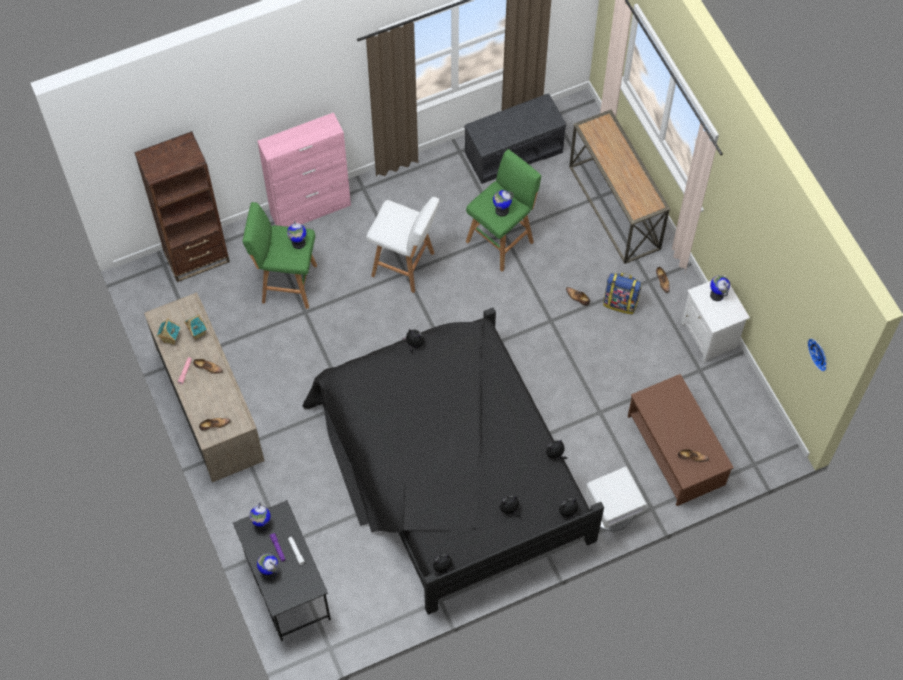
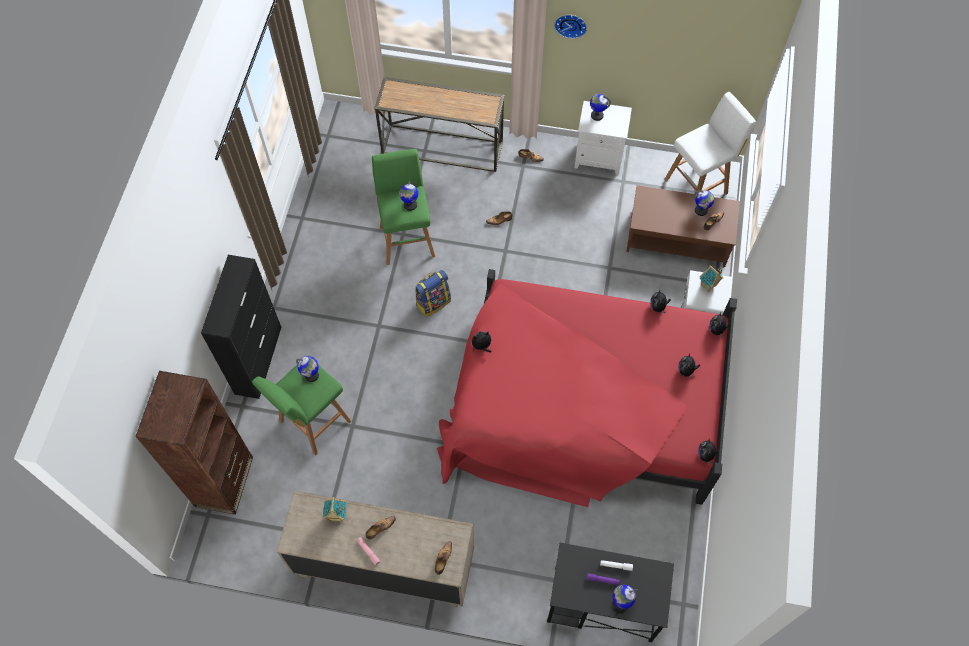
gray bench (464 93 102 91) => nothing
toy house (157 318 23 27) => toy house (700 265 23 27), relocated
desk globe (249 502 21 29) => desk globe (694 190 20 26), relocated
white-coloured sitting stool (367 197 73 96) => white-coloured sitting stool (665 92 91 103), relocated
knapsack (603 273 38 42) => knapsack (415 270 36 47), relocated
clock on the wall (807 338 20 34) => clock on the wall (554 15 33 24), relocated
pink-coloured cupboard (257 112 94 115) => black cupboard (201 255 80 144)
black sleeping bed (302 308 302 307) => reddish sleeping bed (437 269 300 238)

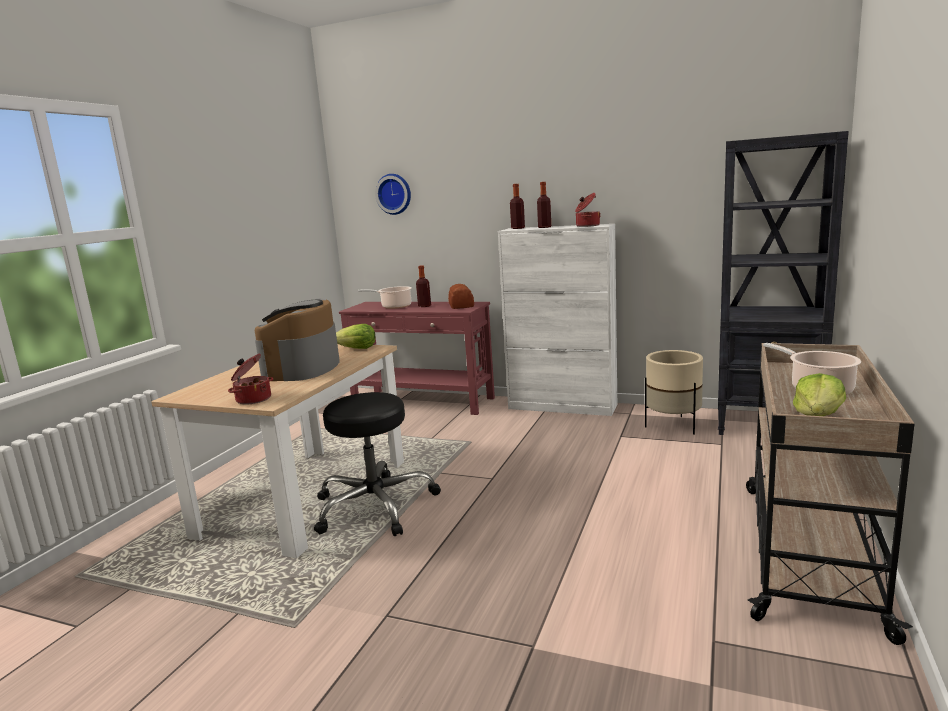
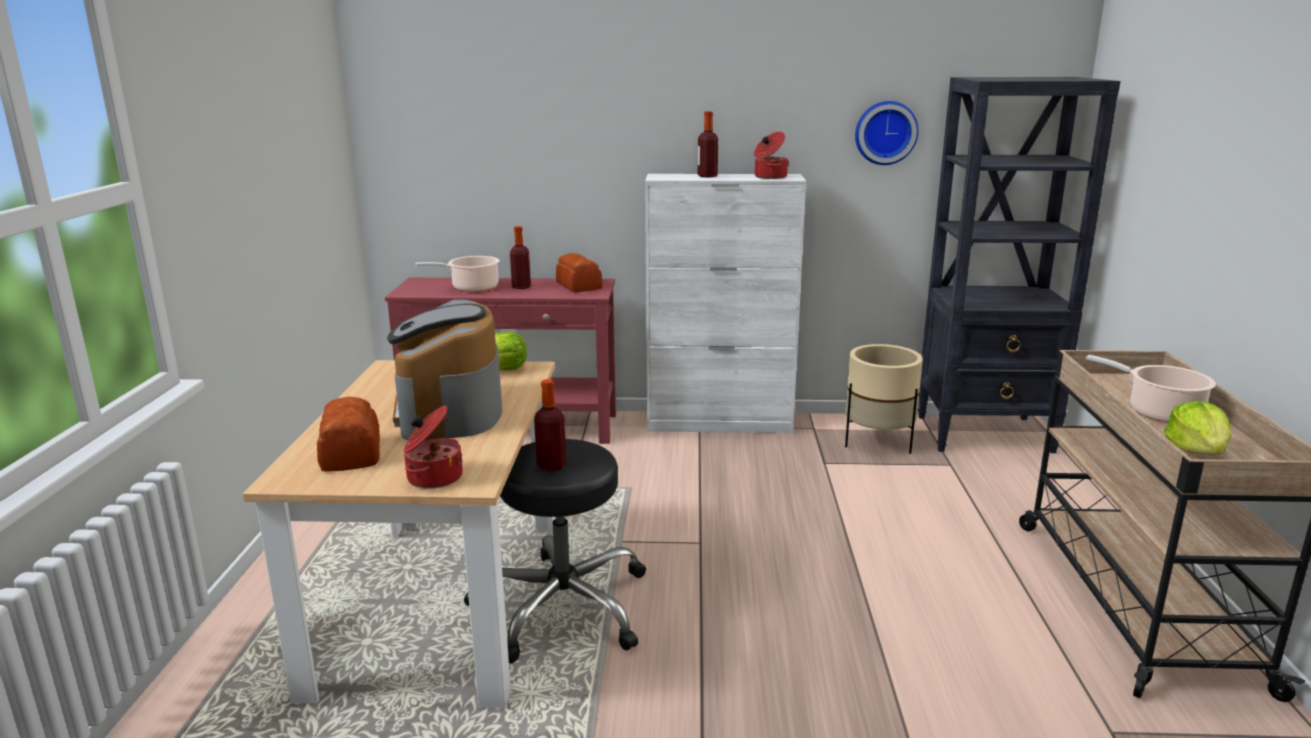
nothing => bread (317 397 63 75)
clock on the wall (375 174 36 41) => clock on the wall (855 101 64 64), relocated
beverage bottle (510 184 15 45) => beverage bottle (534 379 32 92), relocated

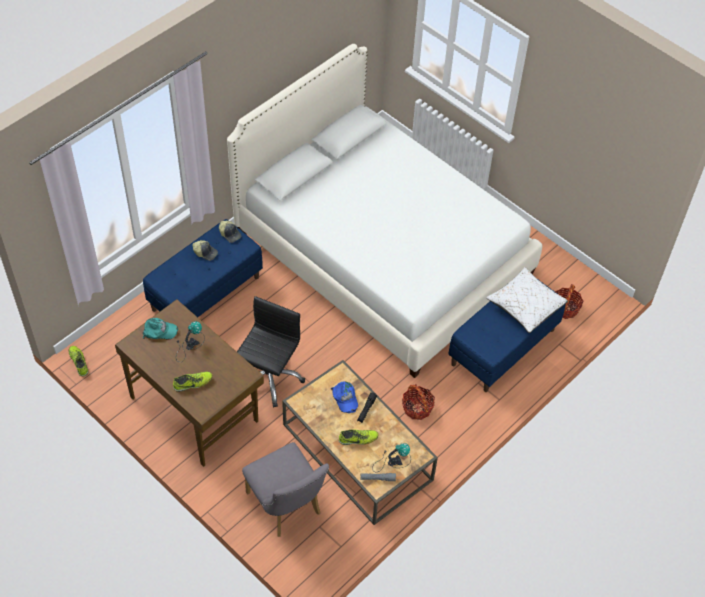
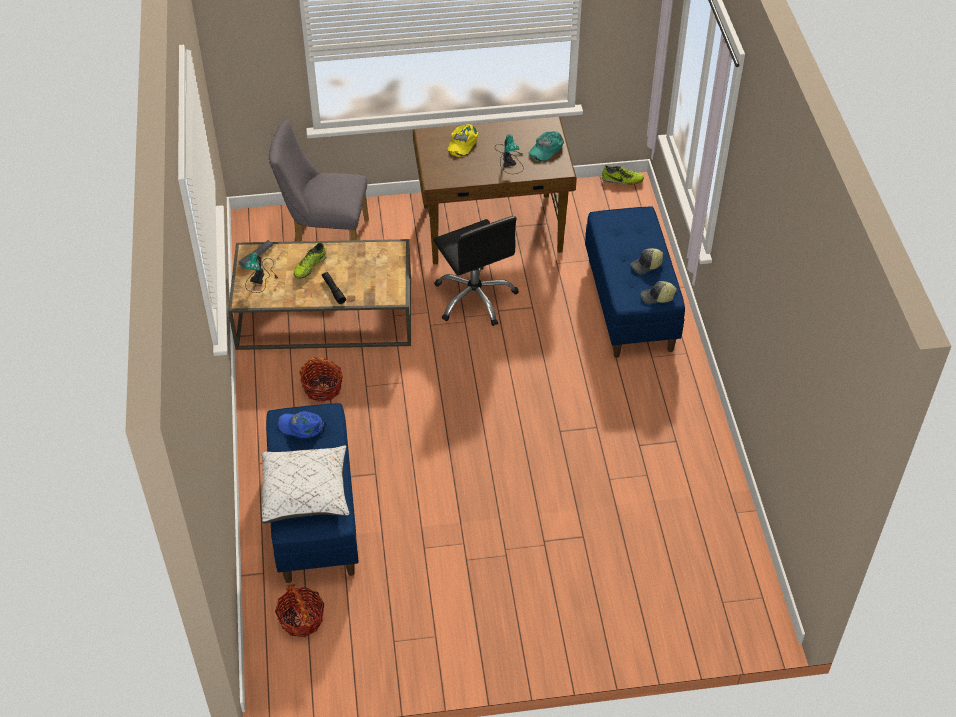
white-coloured sleeping bed (227 44 315 334) => nothing
blue-coloured baseball cap (331 381 27 32) => blue-coloured baseball cap (278 412 48 26), relocated
low shoe (173 372 40 20) => yellowish baseball cap (447 124 32 33)

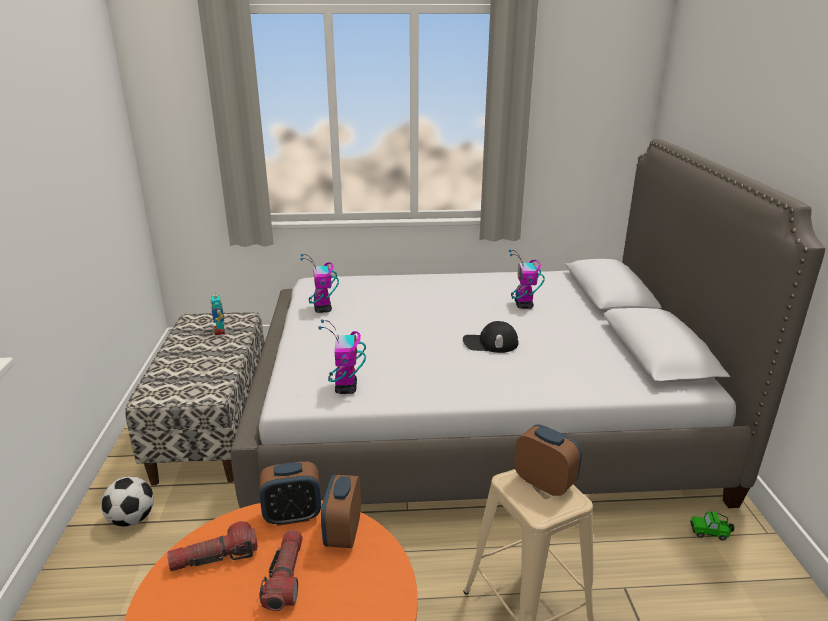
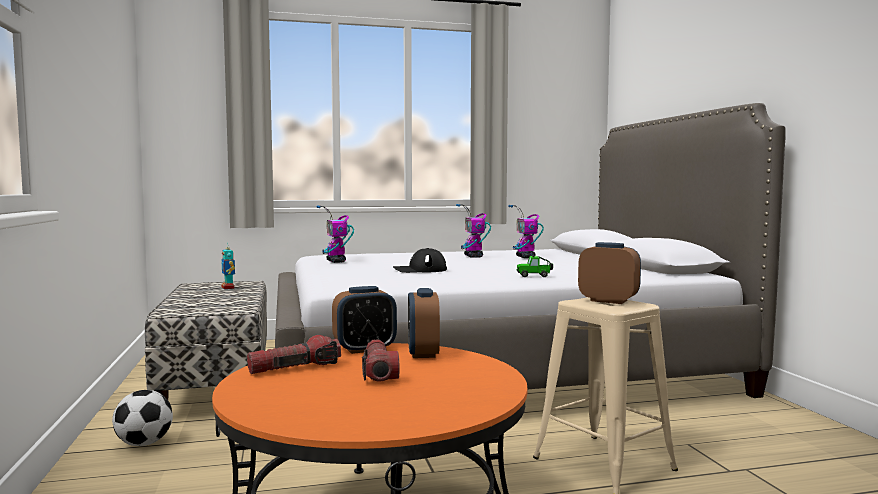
model robot (318 320 48 74) => model robot (456 204 35 54), relocated
black baseball cap (463 321 56 32) => black baseball cap (393 248 54 25), relocated
miniature car (690 511 44 30) => miniature car (517 255 36 22), relocated

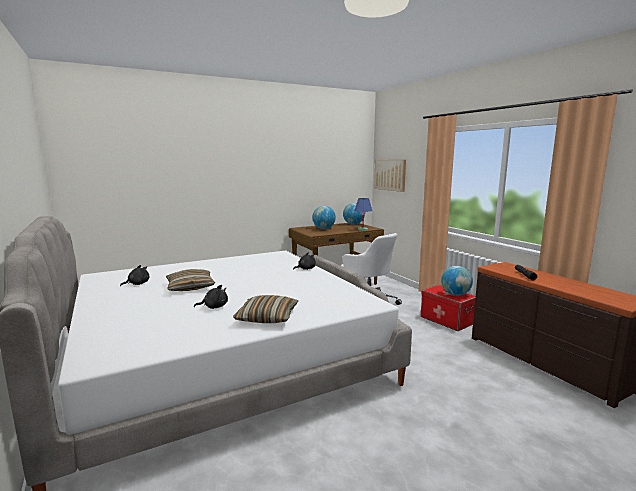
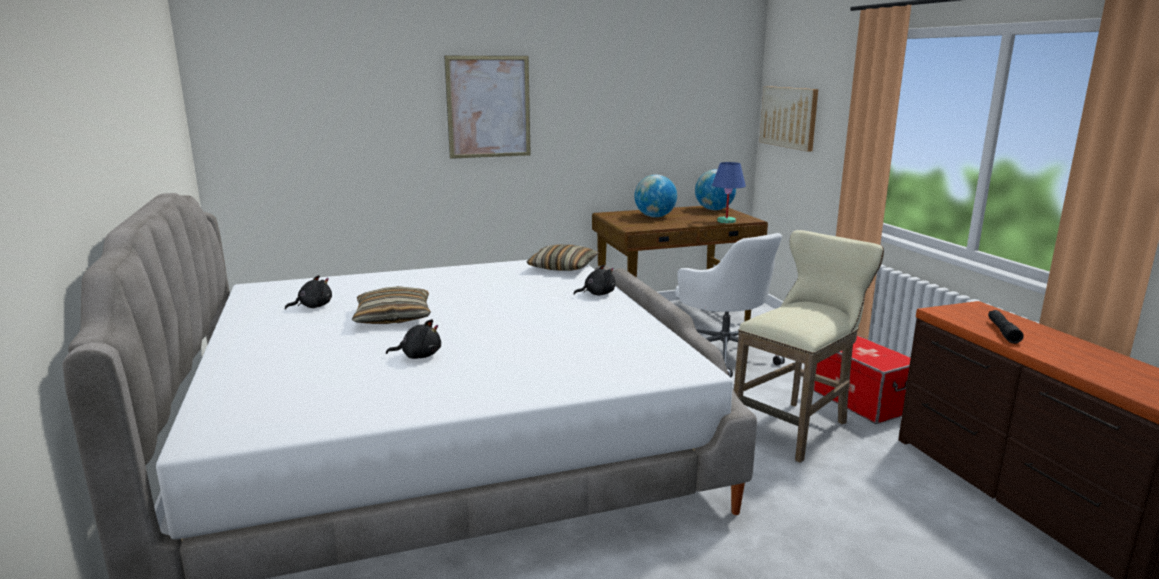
desk globe (441 266 32 30) => nothing
nothing => wall picture (444 56 87 103)
nothing => sand-coloured sitting stool (734 230 150 232)
throw pillow (233 295 65 28) => throw pillow (526 244 73 27), relocated

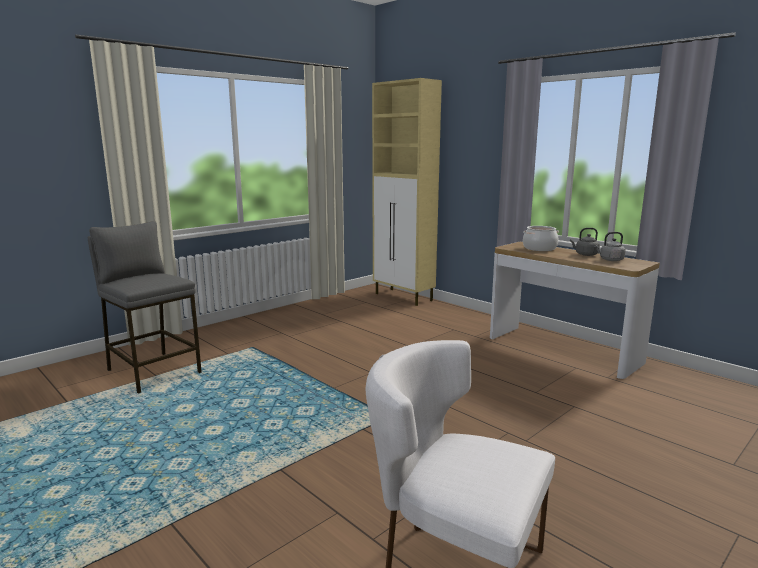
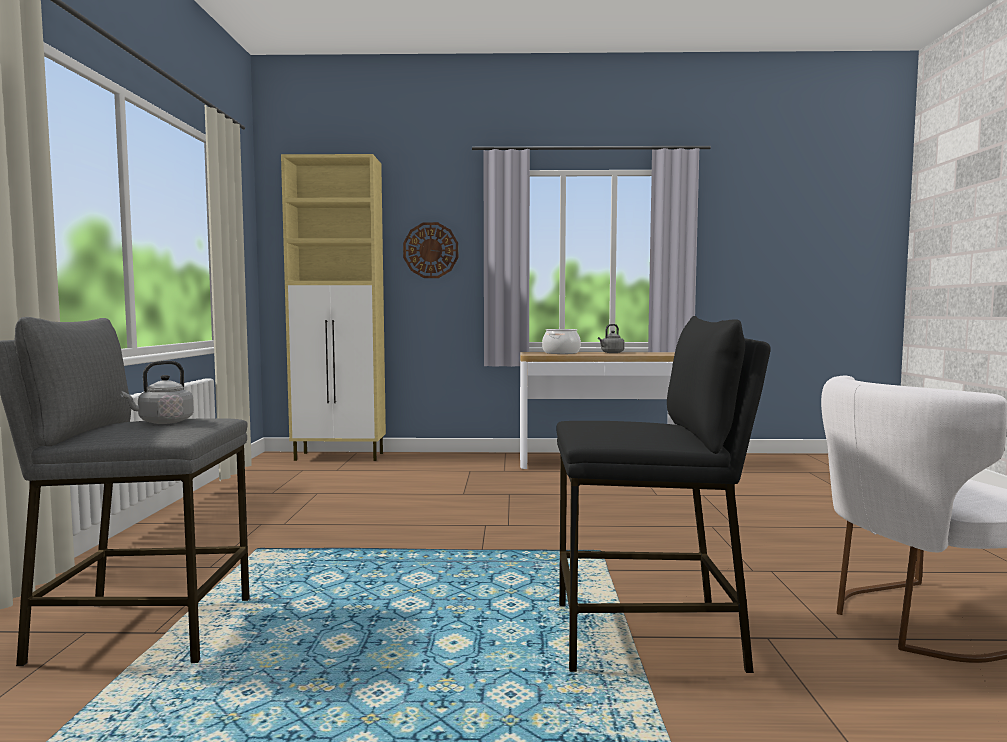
nothing => clock on the wall (403 222 55 56)
nothing => black sitting stool (557 316 214 357)
gray tea kettle (594 232 32 29) => gray tea kettle (120 361 74 63), relocated

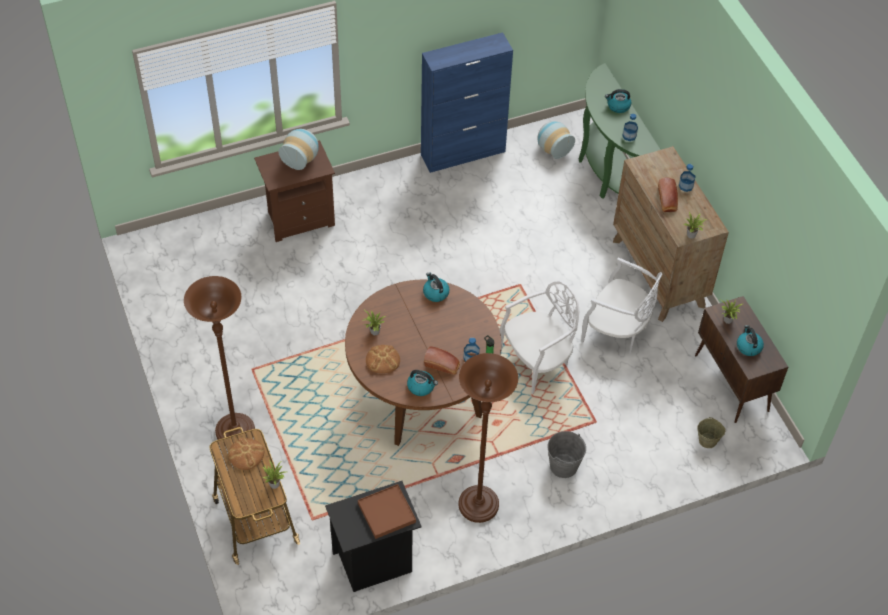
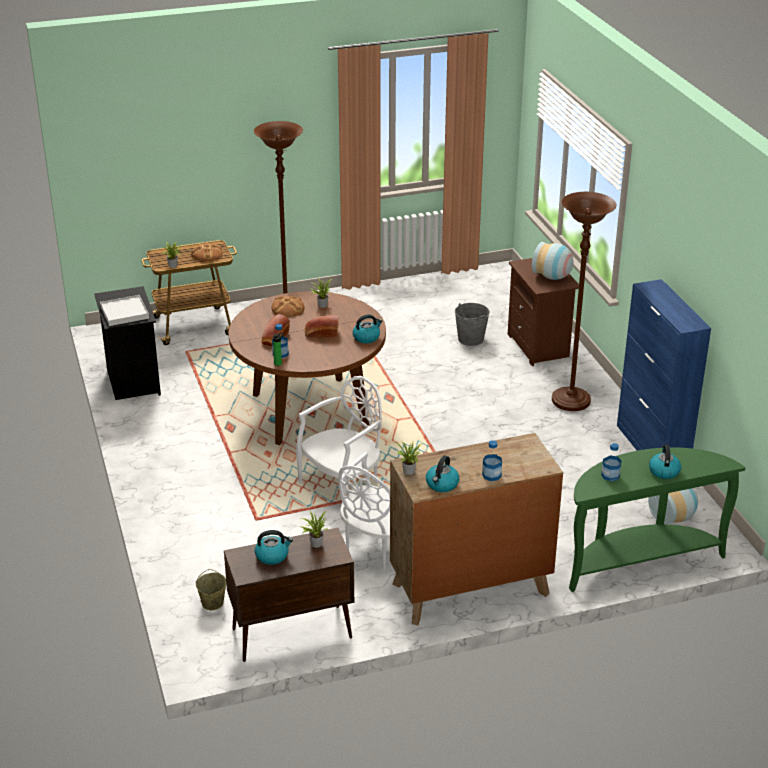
tea kettle (407 370 31 26) => tea kettle (426 455 33 37), relocated
brownish floor lamp (459 353 59 170) => brownish floor lamp (552 192 65 219), relocated
gray bucket (548 431 38 47) => gray bucket (455 303 35 43), relocated
bread (658 178 20 34) => bread (305 315 34 22), relocated
brownish serving tray (358 484 58 55) => white-coloured serving tray (100 295 49 31)
white-coloured upright chair (500 281 79 113) => white-coloured upright chair (296 376 86 127), 105 degrees counterclockwise

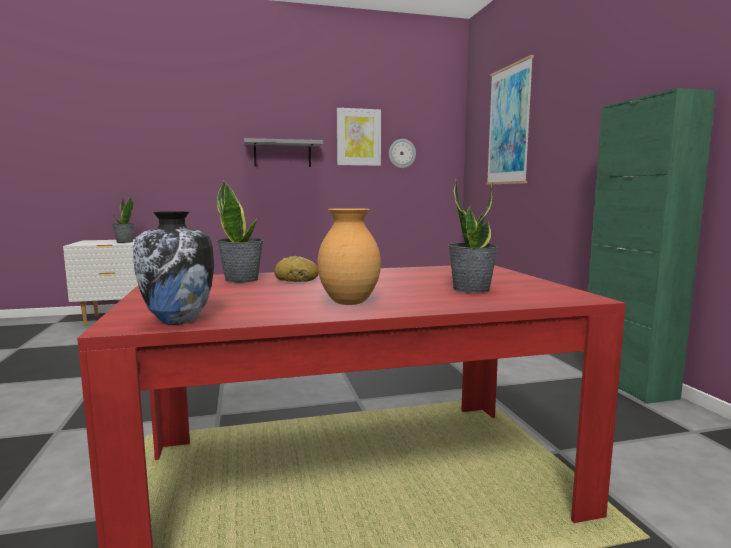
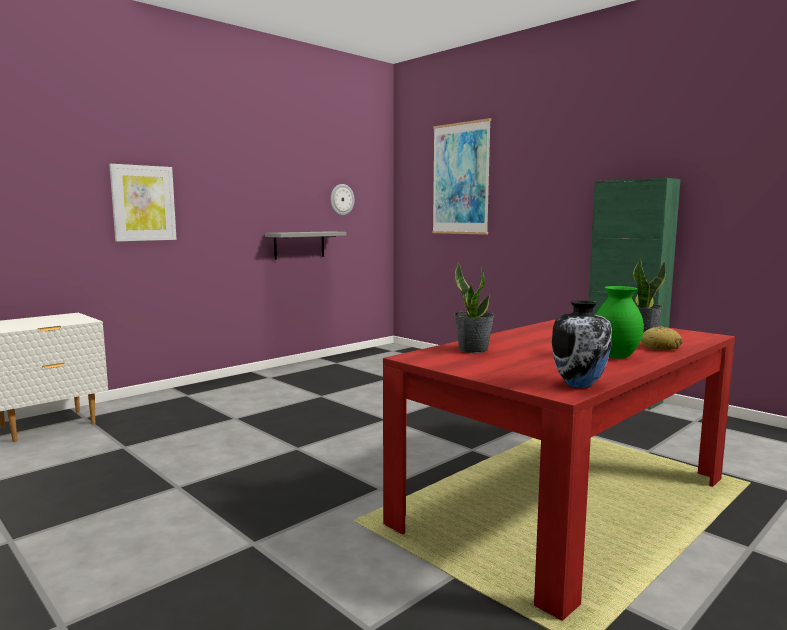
plant in a pot (112 196 23 47) => nothing
gray bracket shelf (244 138 79 29) => gray bracket shelf (265 231 81 29), relocated
bread (274 256 44 26) => bread (641 327 41 23), relocated
wall picture (337 108 44 58) => wall picture (109 164 68 78), relocated
brownish flower vase (317 208 64 97) => greenish flower vase (596 286 48 73)

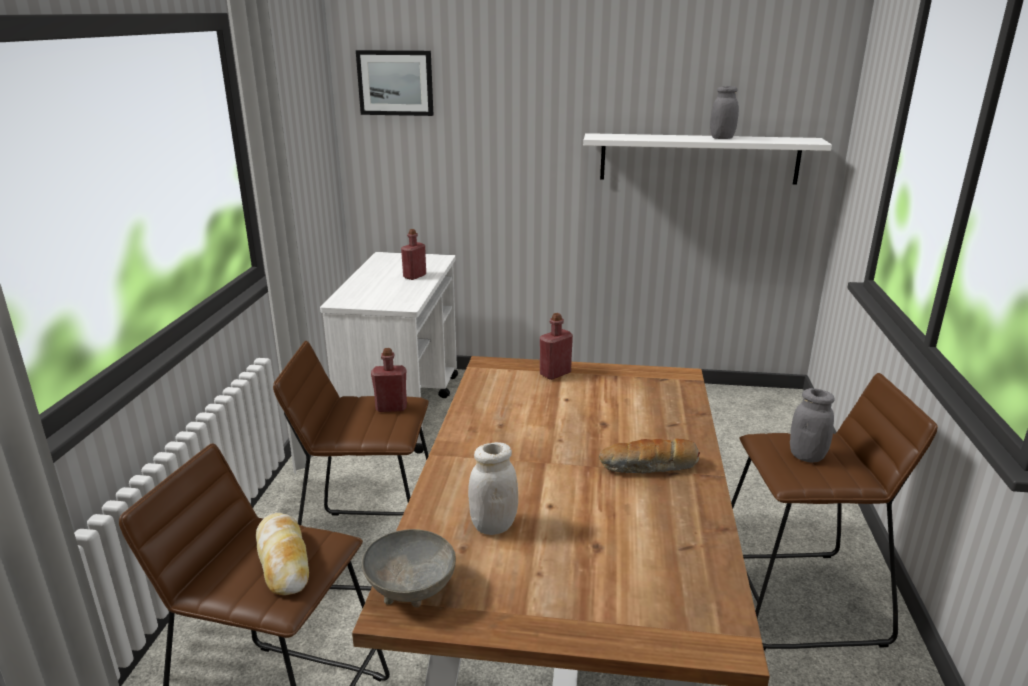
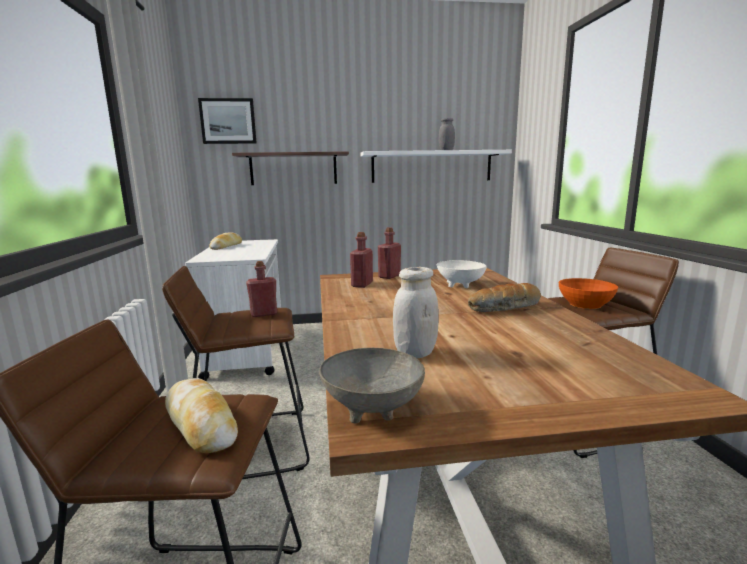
nothing => bread (209 232 33 18)
nothing => bracket shelf (232 151 117 34)
nothing => white-coloured deep dish (437 260 49 28)
reddish beverage bottle (401 229 25 51) => reddish beverage bottle (350 232 23 56), relocated
gray jar (790 388 45 75) => orange deep dish (559 278 59 31)

